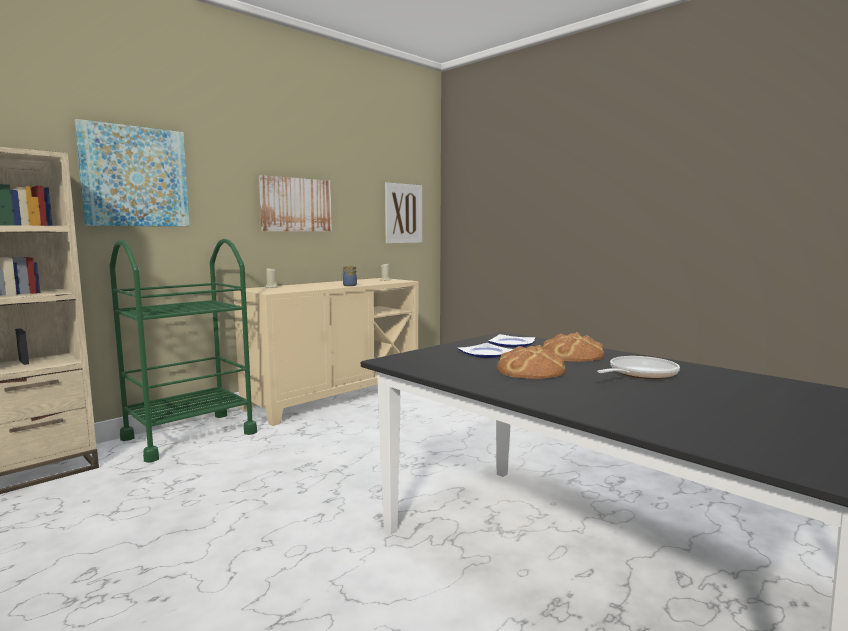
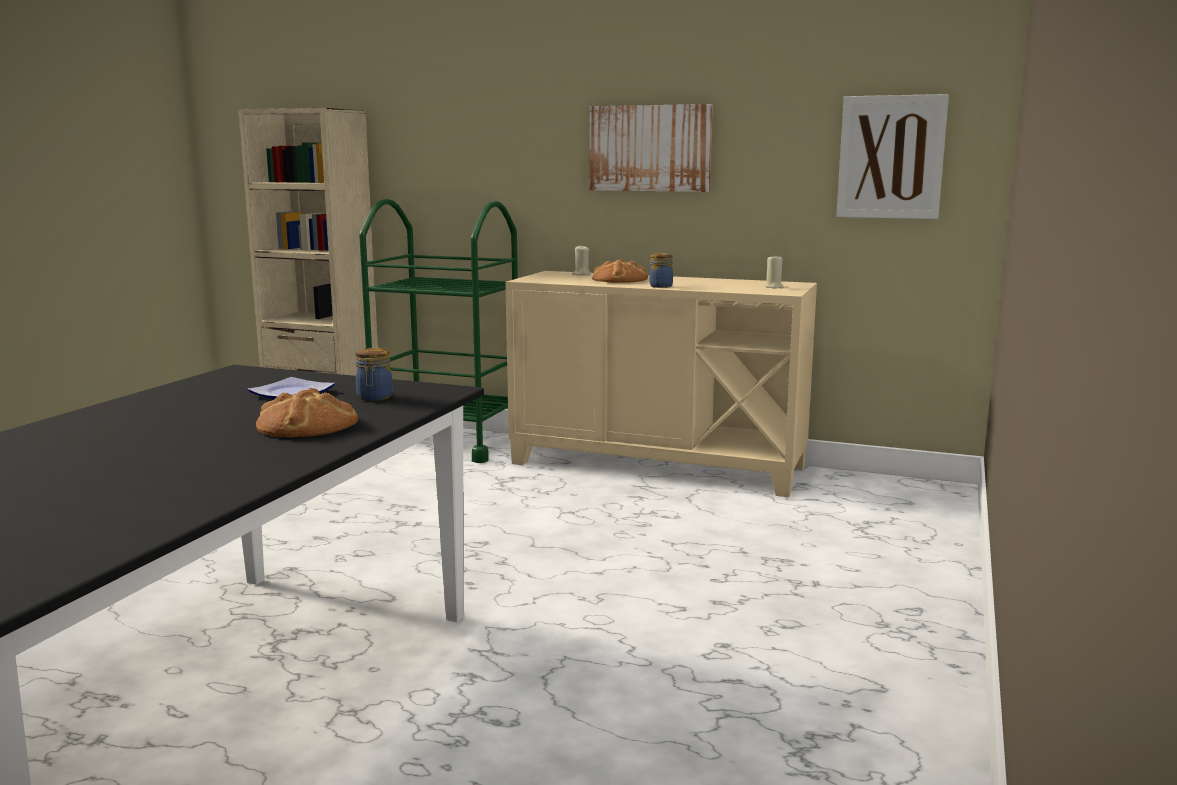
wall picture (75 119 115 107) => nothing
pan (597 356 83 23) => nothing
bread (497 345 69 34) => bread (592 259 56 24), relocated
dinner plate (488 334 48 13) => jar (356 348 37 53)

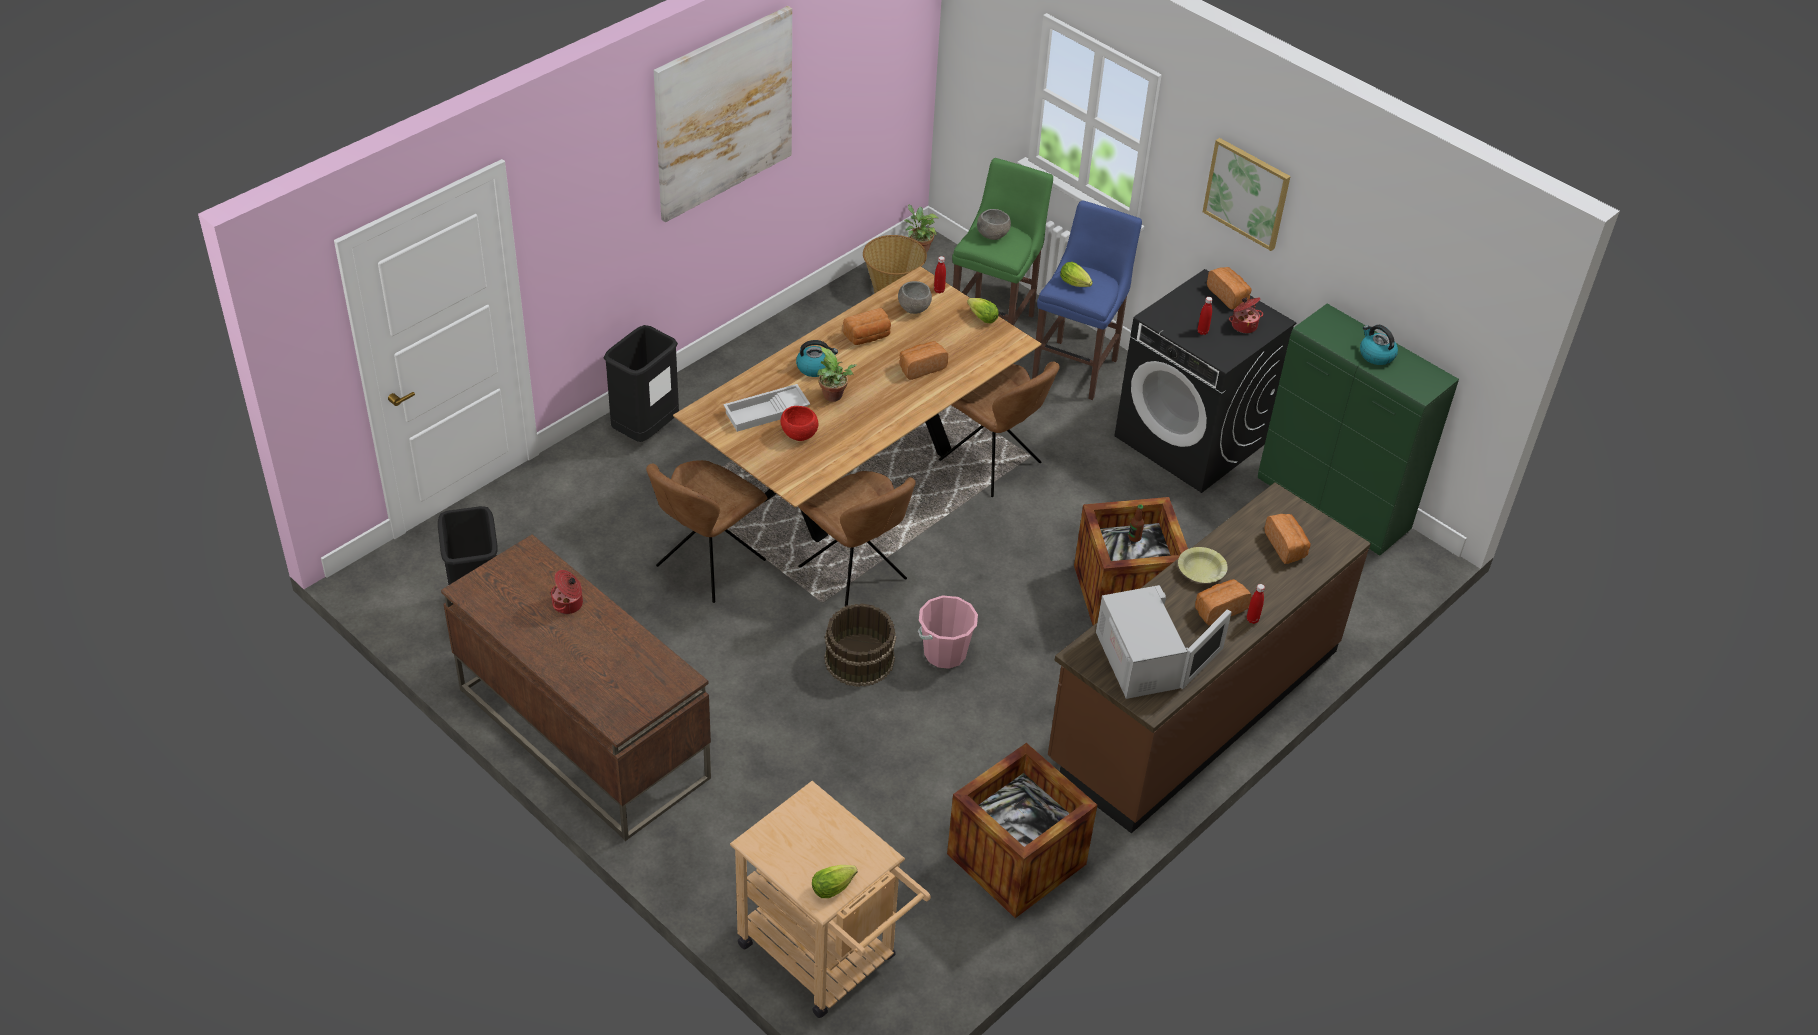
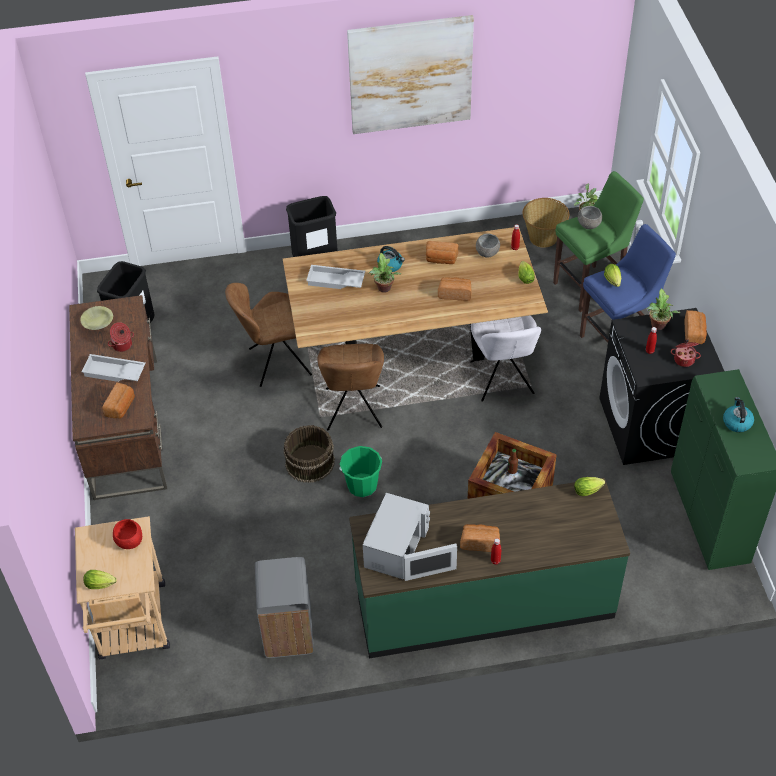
wall picture (1203 138 88 113) => nothing
nothing => white-coloured serving tray (82 354 63 28)
nothing => lettuce head (574 477 31 19)
nothing => plant in a pot (647 288 33 42)
reddish deep dish (781 406 38 35) => reddish deep dish (113 519 29 30), relocated
yellowish deep dish (1178 547 50 36) => yellowish deep dish (80 306 33 24), relocated
bread (1265 514 46 50) => bread (102 382 33 37), relocated
crate (947 743 150 175) => gray waste bin (255 557 59 101)
pink-coloured bucket (918 596 60 73) => greenish bucket (339 446 43 51)
brownish upright chair (939 362 121 135) => white-coloured upright chair (470 315 71 87)
brownish kitchen counter (1048 482 323 351) => greenish kitchen counter (349 478 281 180)

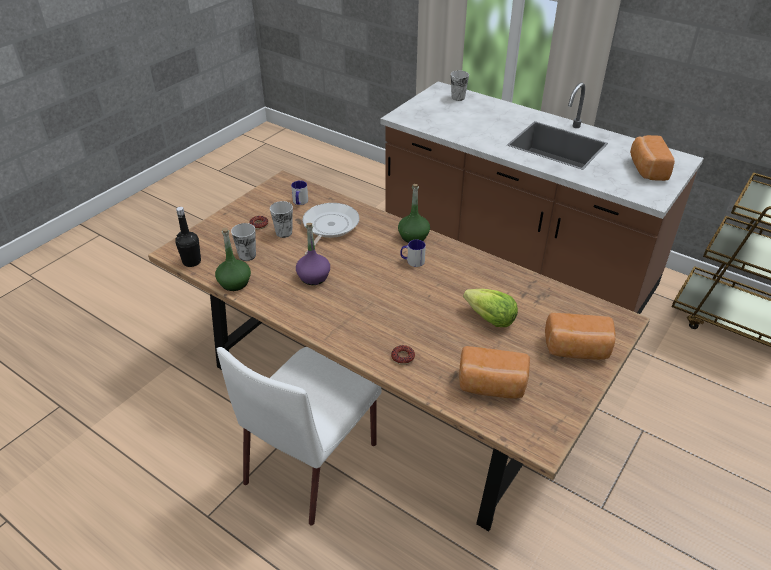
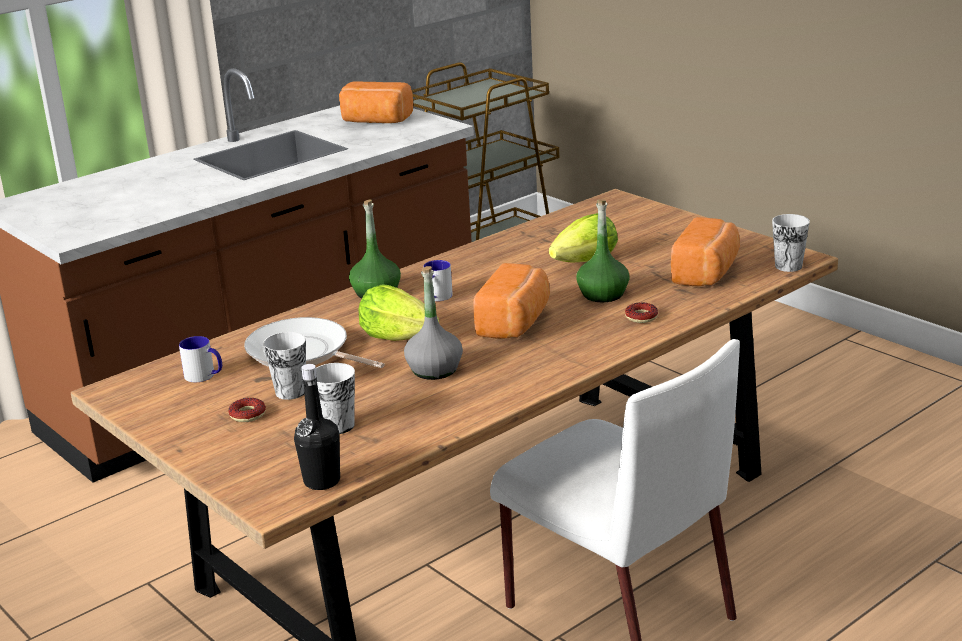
nothing => lettuce head (359 284 80 57)
greenish beverage bottle (215 227 36 64) => greenish beverage bottle (576 199 54 103), relocated
small cup (451 71 18 30) => small cup (772 214 38 58), relocated
bread (545 313 71 47) => bread (473 263 77 76), relocated
purplish beverage bottle (296 223 34 62) => gray beverage bottle (404 266 59 114)

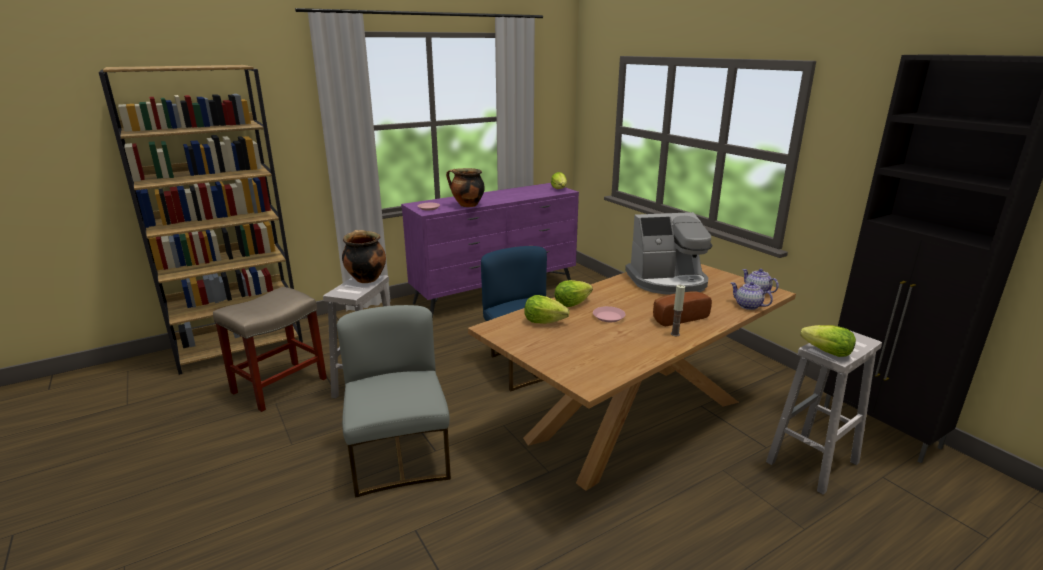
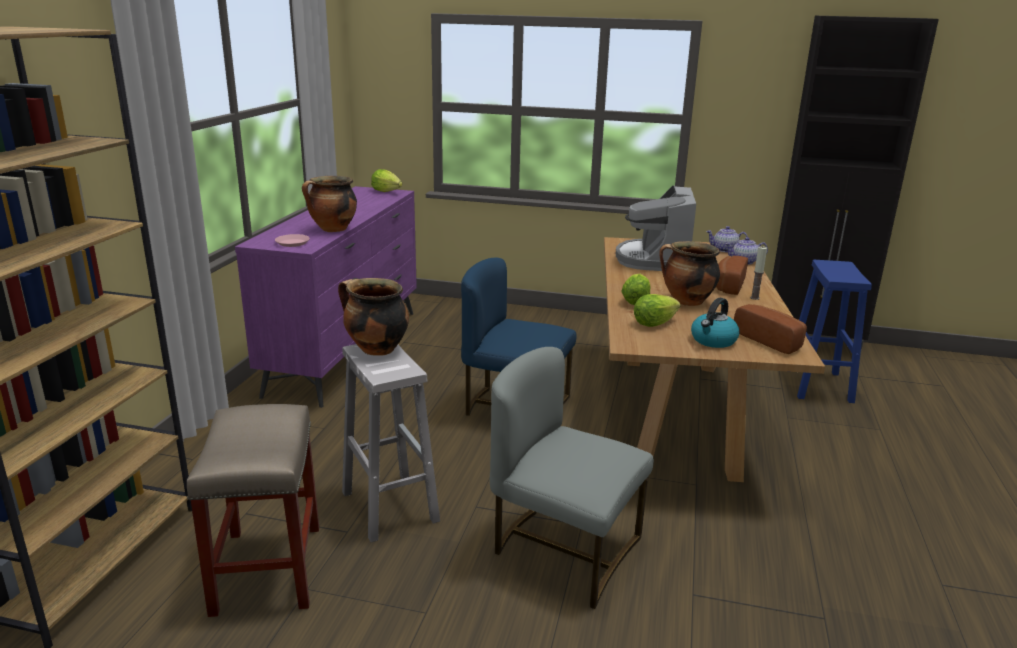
lettuce head (800 325 56 32) => nothing
nothing => tea kettle (691 298 48 50)
nothing => bread (734 304 73 50)
pink-coloured dinner plate (593 306 33 16) => stockpot (659 241 61 65)
white-coloured sitting stool (766 331 116 164) => blue-coloured sitting stool (786 260 86 143)
coffee maker (625 212 87 83) => coffee maker (616 185 80 86), 150 degrees clockwise

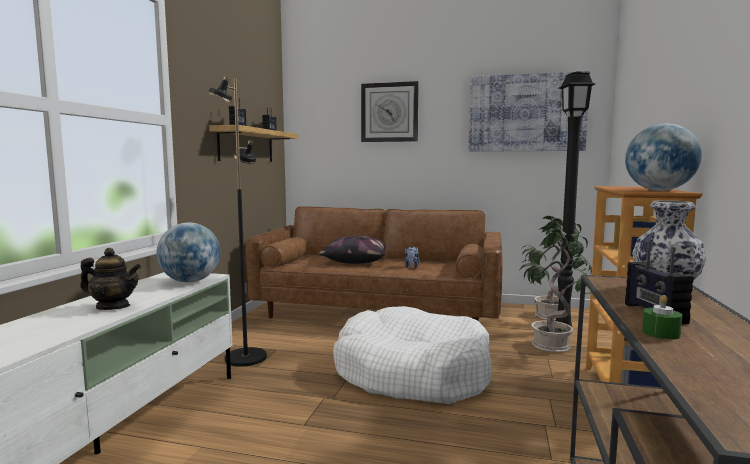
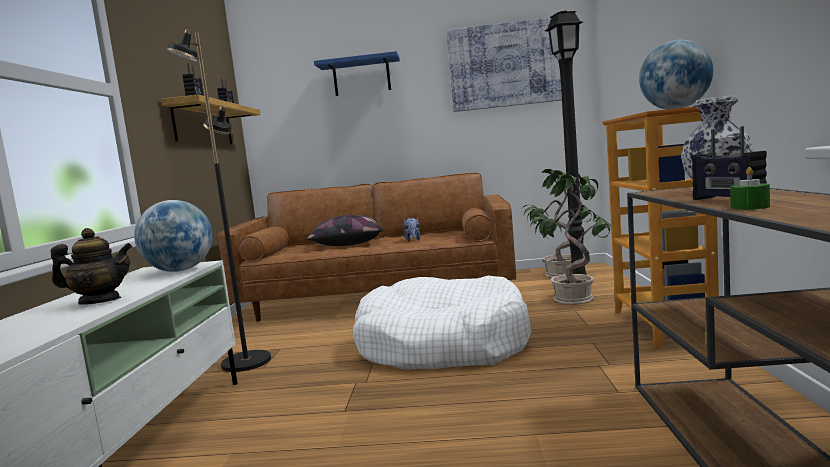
clock on the wall (361 81 58 61) => blue-coloured bracket shelf (314 51 86 45)

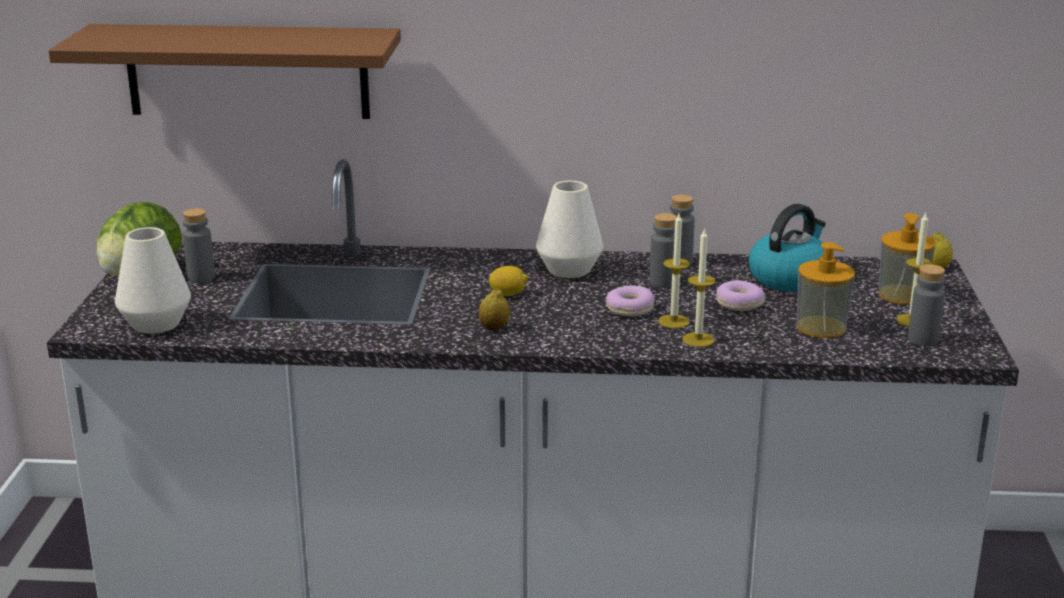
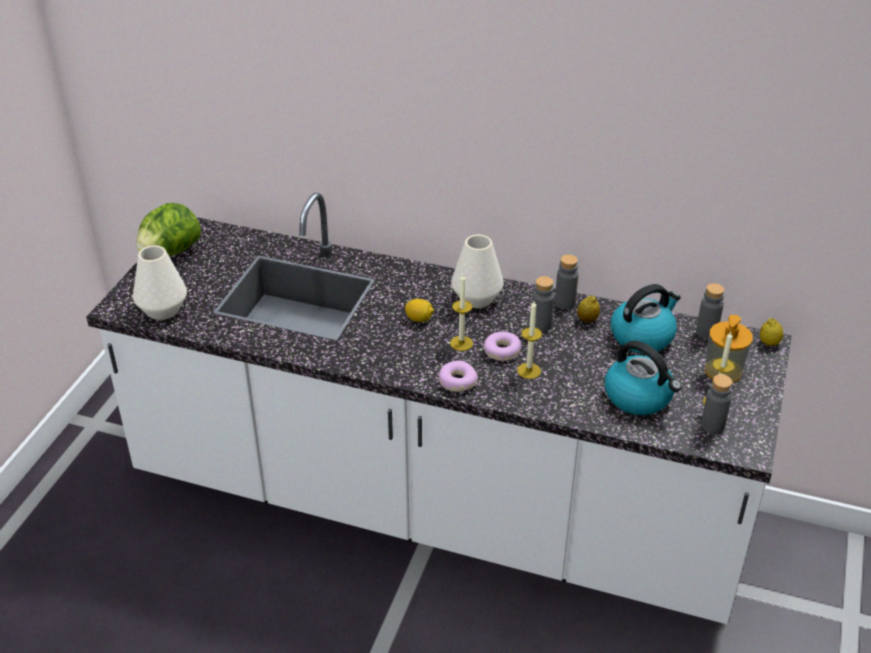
brownish bracket shelf (49 24 352 95) => nothing
gray beverage bottle (183 208 32 75) => gray beverage bottle (696 283 28 56), relocated
lemon (479 289 31 41) => lemon (577 296 23 27), relocated
candle (683 228 32 119) => candle (450 274 23 77), relocated
doughnut (716 280 49 31) => doughnut (439 361 39 31), relocated
soap dispenser (797 242 58 96) => tea kettle (605 341 77 74)

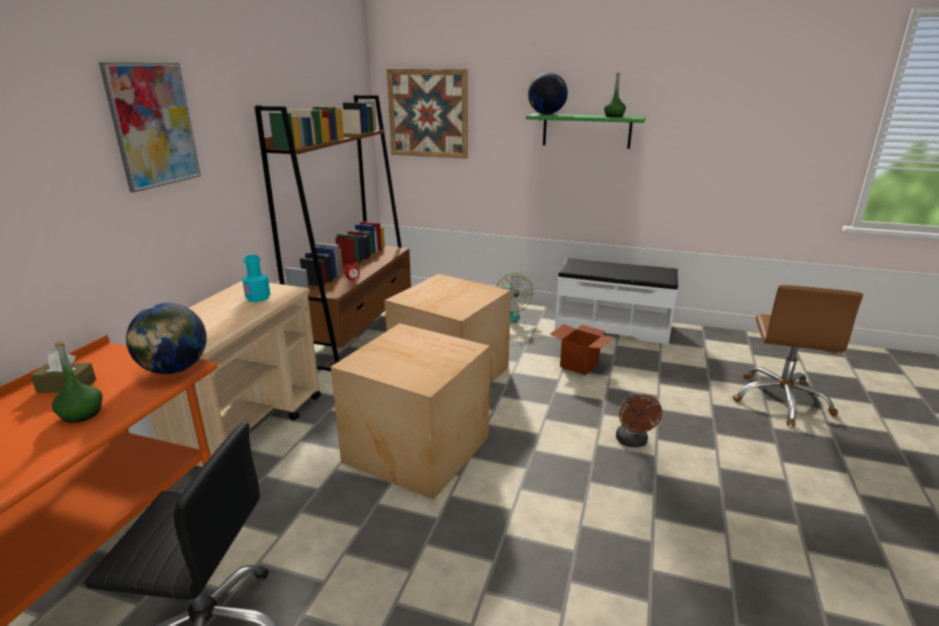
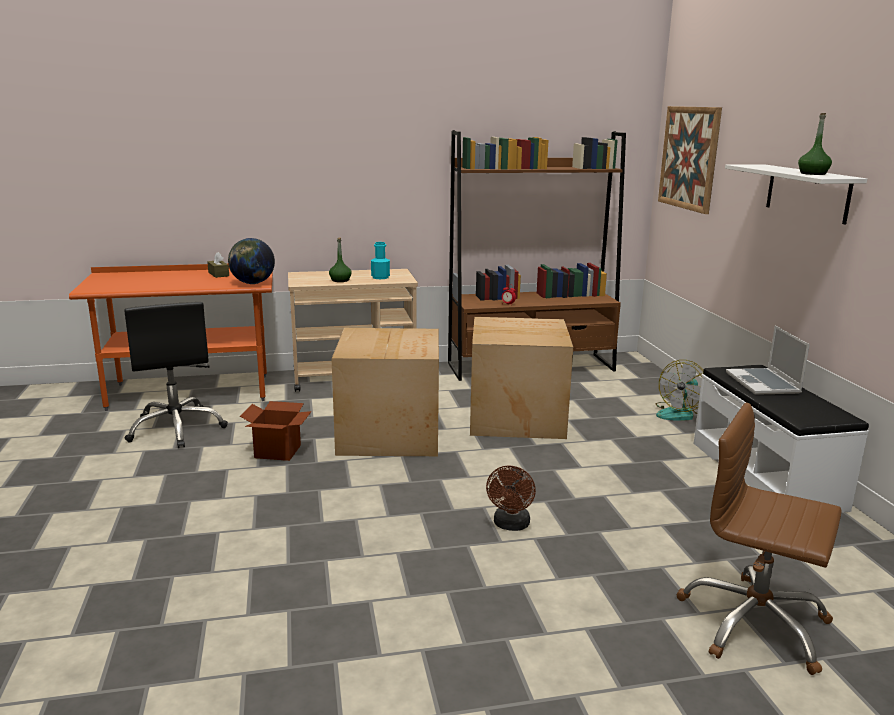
wall picture (99 62 102 130) => nothing
desk globe (528 72 40 43) => nothing
nothing => portable computer (726 326 84 69)
greenish beverage bottle (52 341 51 82) => greenish beverage bottle (329 237 23 45), relocated
carton (550 324 64 51) => carton (240 401 72 60), relocated
greenish bracket shelf (526 113 120 36) => white-coloured bracket shelf (725 164 142 61)
brownish fan (616 394 46 53) => brownish fan (486 465 50 66), 45 degrees counterclockwise
brownish office chair (733 285 130 142) => brownish office chair (677 403 165 272), 45 degrees clockwise

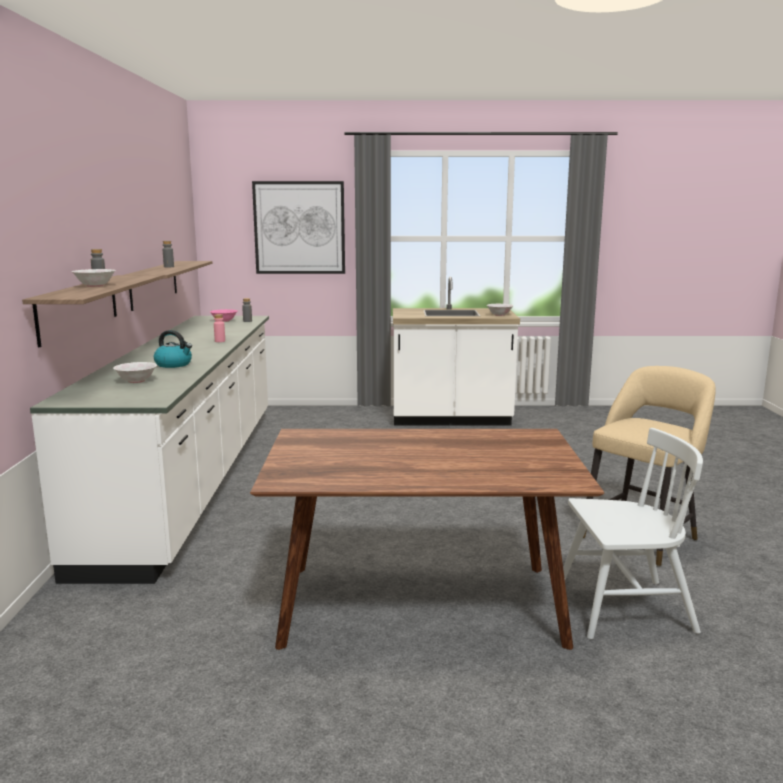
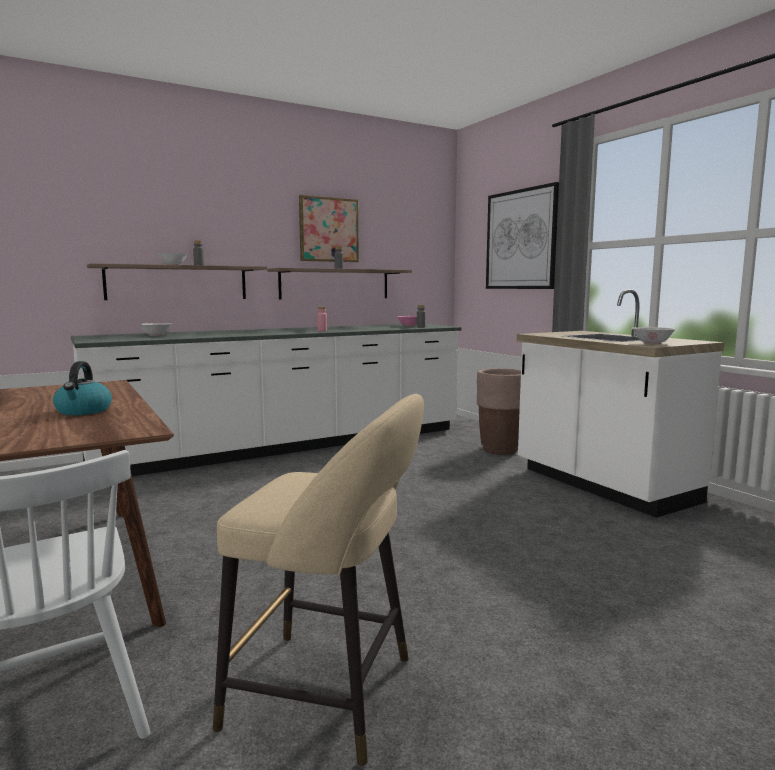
nothing => wall picture (299 195 60 67)
nothing => brownish plant pot (477 368 44 87)
tea kettle (154 330 38 38) => tea kettle (53 361 59 54), relocated

